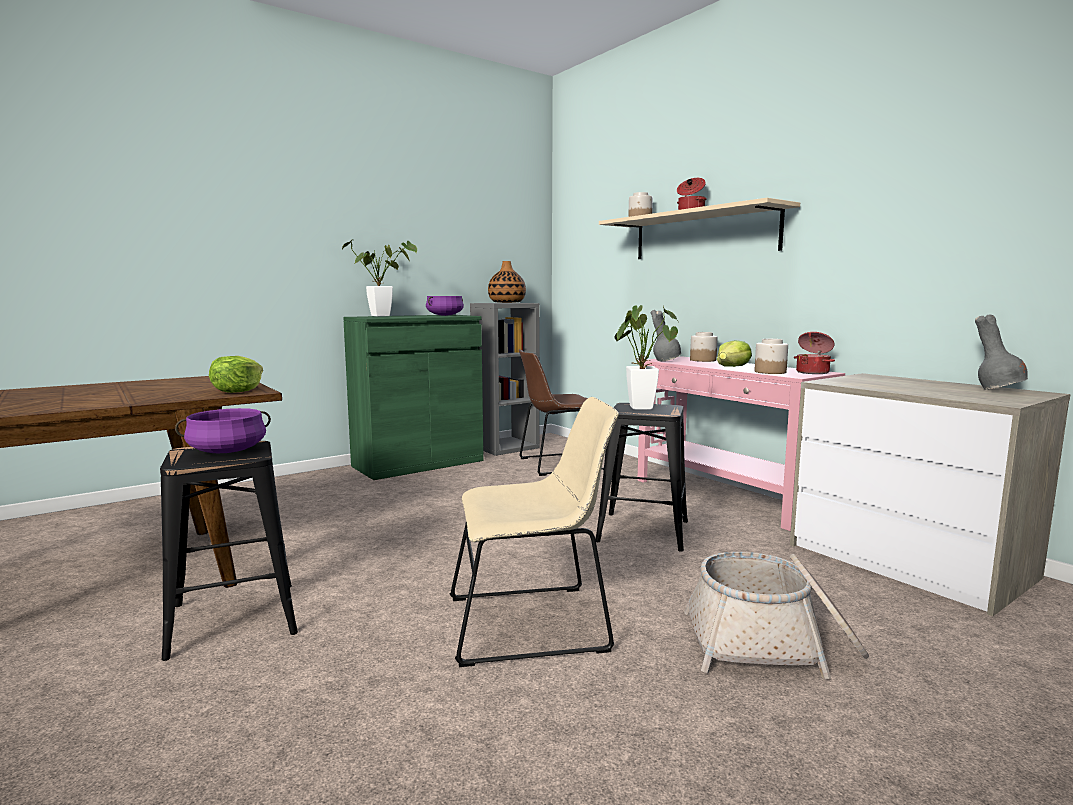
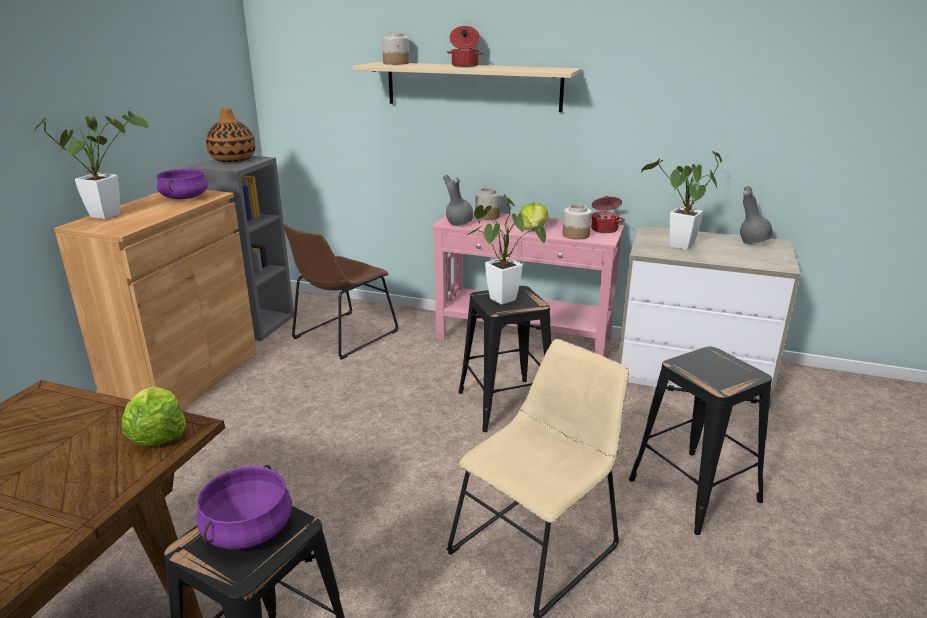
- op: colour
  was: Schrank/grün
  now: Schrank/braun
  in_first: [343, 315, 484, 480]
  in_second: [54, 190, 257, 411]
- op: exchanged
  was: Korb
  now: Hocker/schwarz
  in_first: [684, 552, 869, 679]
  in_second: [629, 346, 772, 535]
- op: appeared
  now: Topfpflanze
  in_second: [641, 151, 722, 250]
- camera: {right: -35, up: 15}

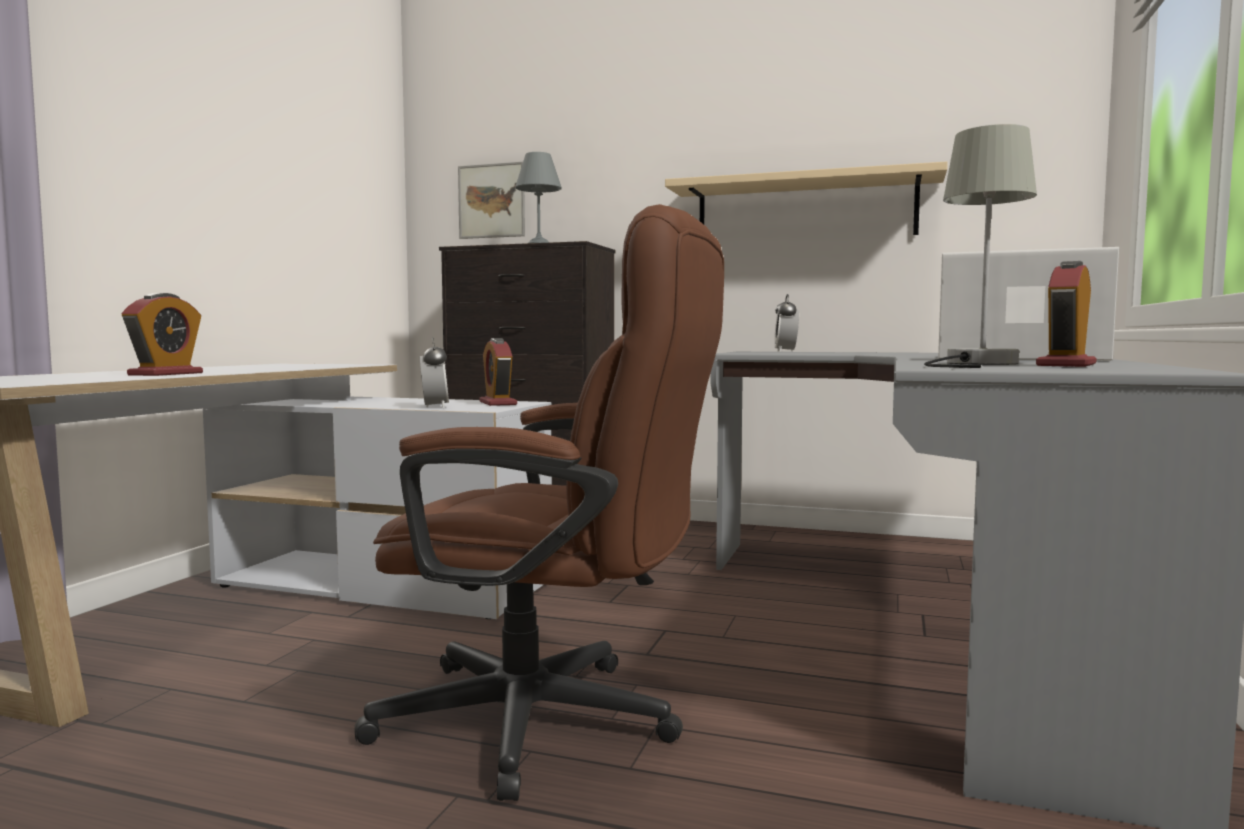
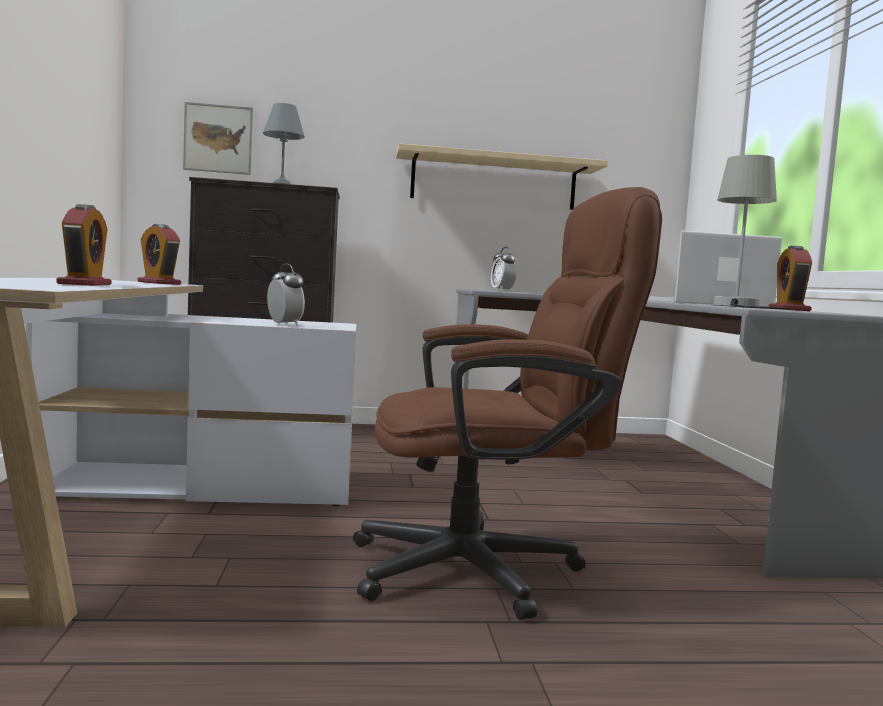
- op: relocated
  was: Wecker
  in_first: [479, 338, 517, 406]
  in_second: [137, 224, 181, 285]
- camera: {right: -25, up: 0}

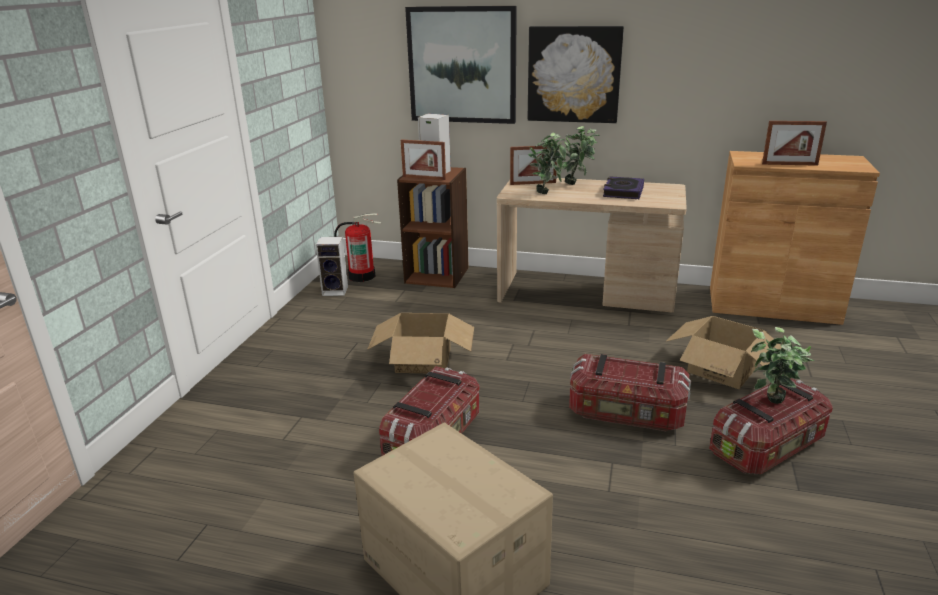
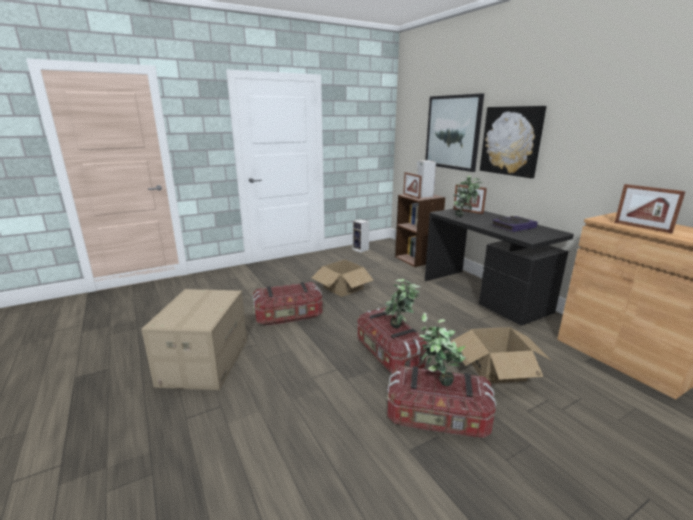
- op: relocated
  was: Topfpflanze
  in_first: [562, 126, 600, 185]
  in_second: [384, 279, 421, 328]
- op: colour
  was: Schreibtisch/beige
  now: Schreibtisch/schwarz
  in_first: [497, 178, 687, 312]
  in_second: [425, 209, 574, 326]
- op: missing
  was: Feuerlöscher
  in_first: [334, 213, 382, 282]
- camera: {right: 45, up: -5}

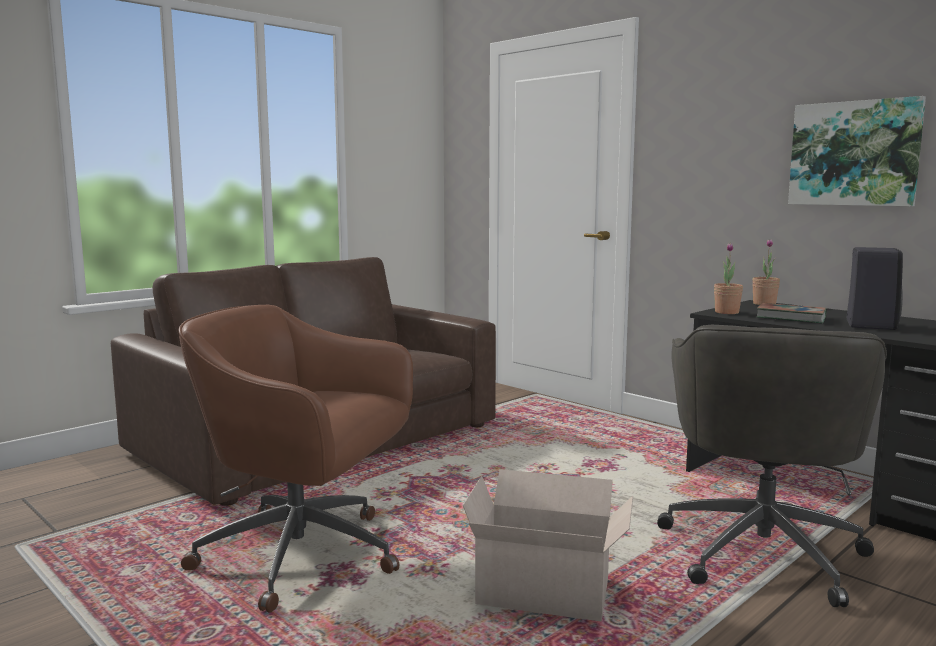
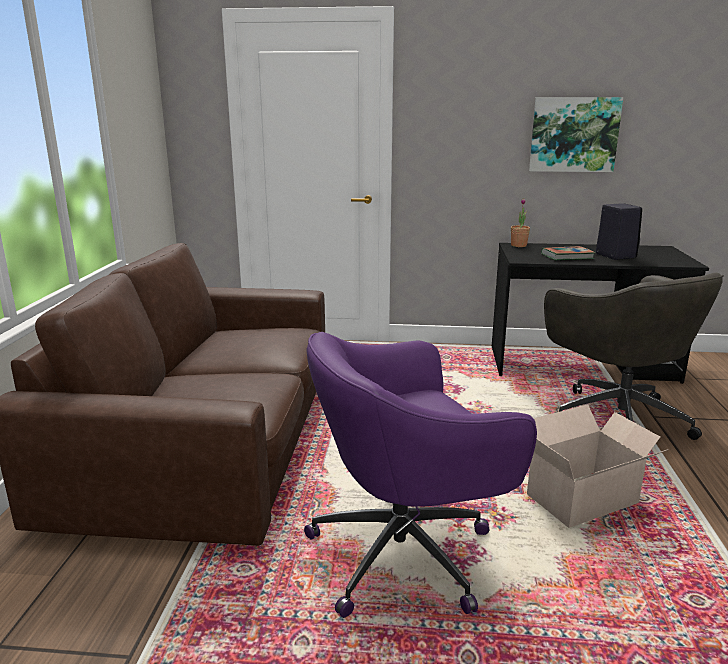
- op: missing
  was: Topfpflanze
  in_first: [714, 243, 743, 314]
- op: colour
  was: Bürostuhl/braun
  now: Bürostuhl/lila
  in_first: [179, 305, 413, 613]
  in_second: [304, 332, 537, 618]
- camera: {right: -40, up: 10}

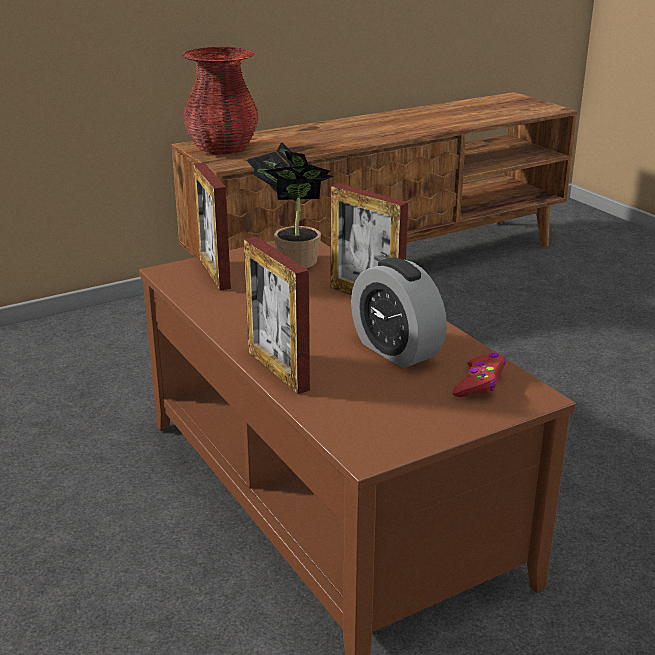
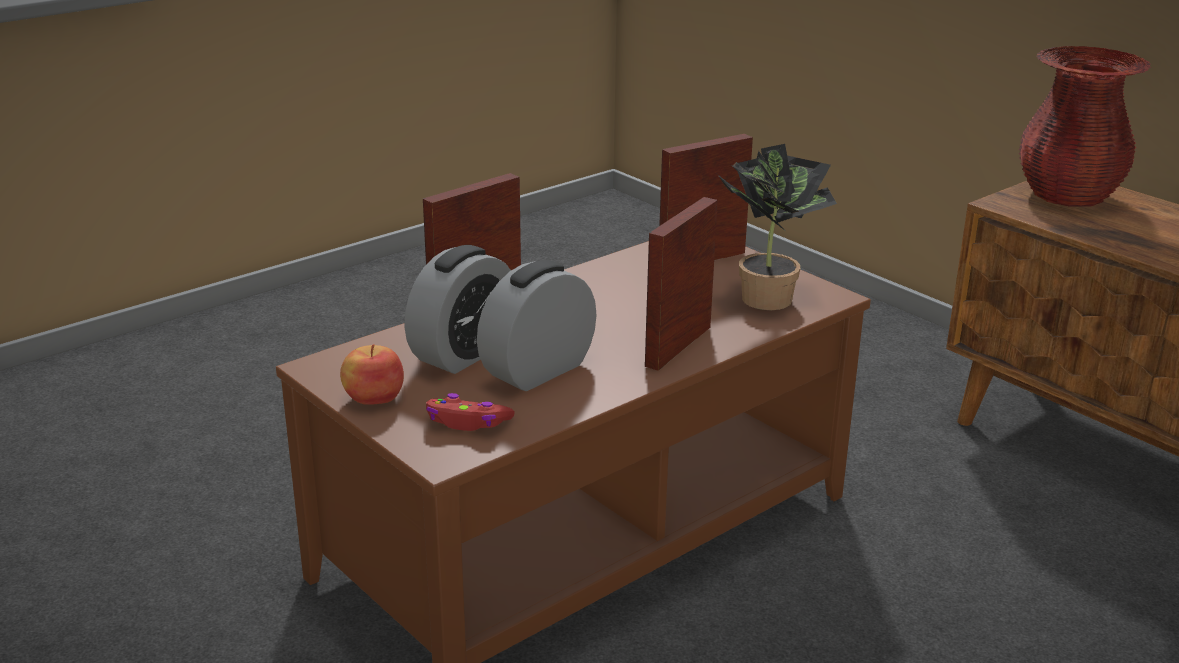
- op: appeared
  now: Wecker
  in_second: [404, 245, 511, 374]
- op: appeared
  now: Apfel
  in_second: [340, 344, 404, 405]
- camera: {right: 80, up: 0}

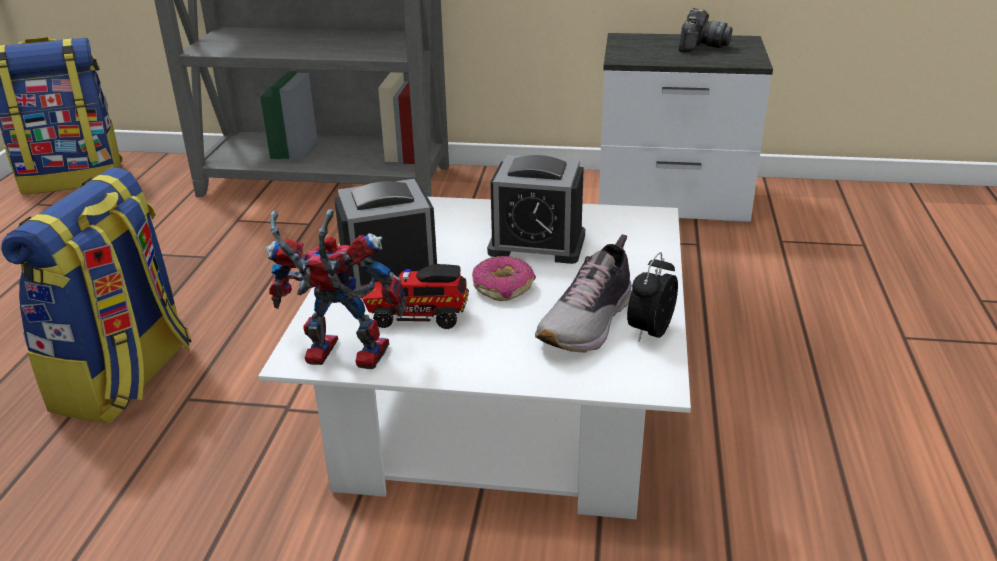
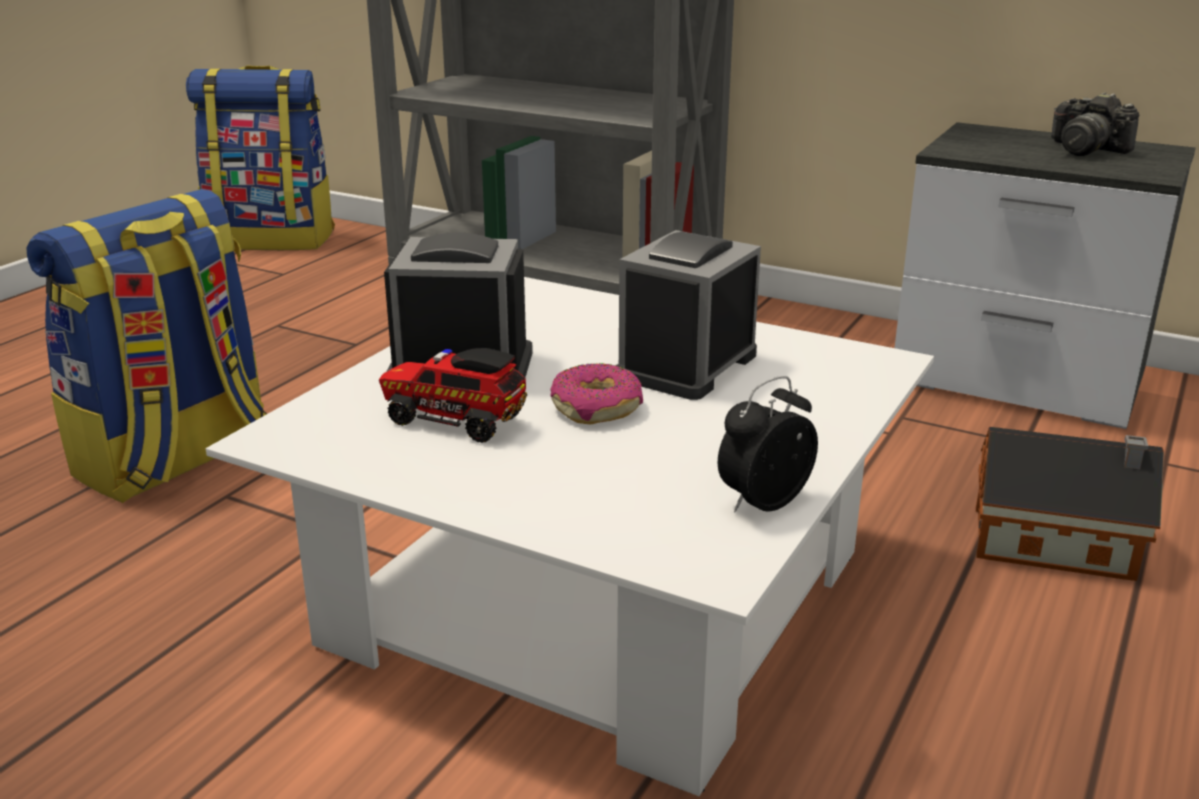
- op: spun
  was: Kamera
  in_first: [678, 8, 732, 52]
  in_second: [1051, 92, 1139, 156]
  clockwise: 90
- op: spun
  was: Wecker
  in_first: [487, 155, 585, 264]
  in_second: [616, 230, 761, 400]
  clockwise: 90
- op: missing
  was: Spielzeugroboter
  in_first: [264, 209, 407, 369]
- op: missing
  was: Schuh
  in_first: [535, 234, 632, 352]
- op: appeared
  now: Spielzeughaus
  in_second: [976, 427, 1164, 581]
- camera: {right: 20, up: -5}

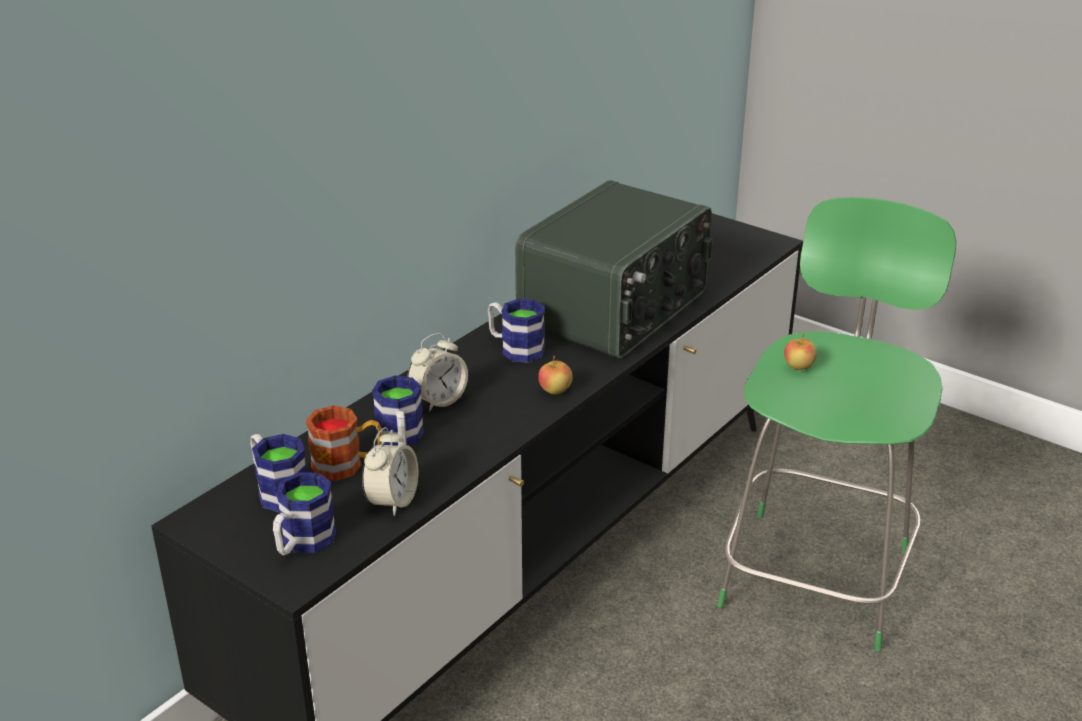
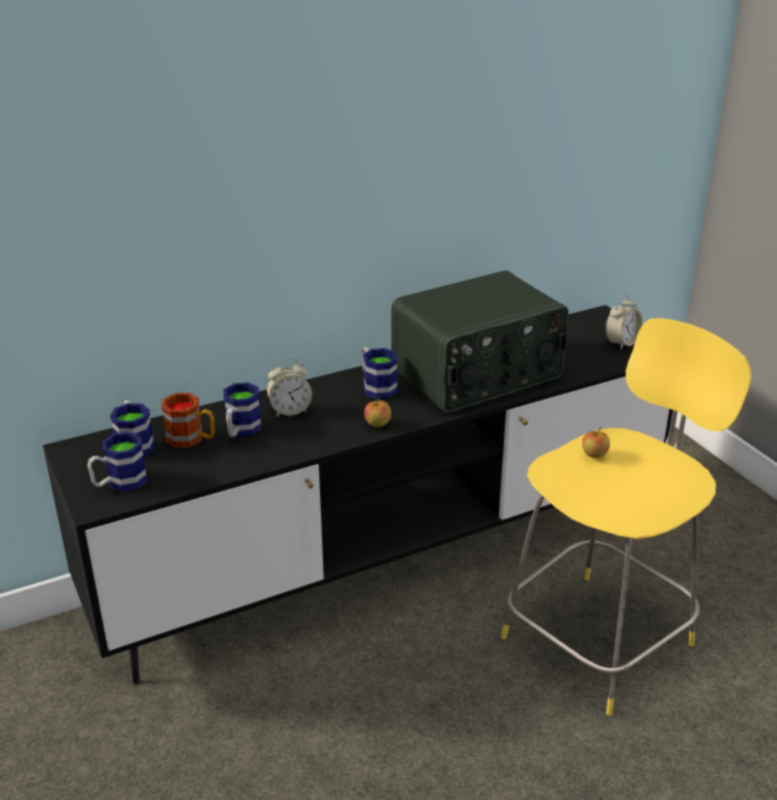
- op: colour
  was: Hocker/grün
  now: Hocker/gelb
  in_first: [717, 197, 957, 651]
  in_second: [501, 318, 752, 716]
- op: relocated
  was: Wecker
  in_first: [362, 427, 418, 516]
  in_second: [605, 295, 643, 350]
- camera: {right: 25, up: 0}

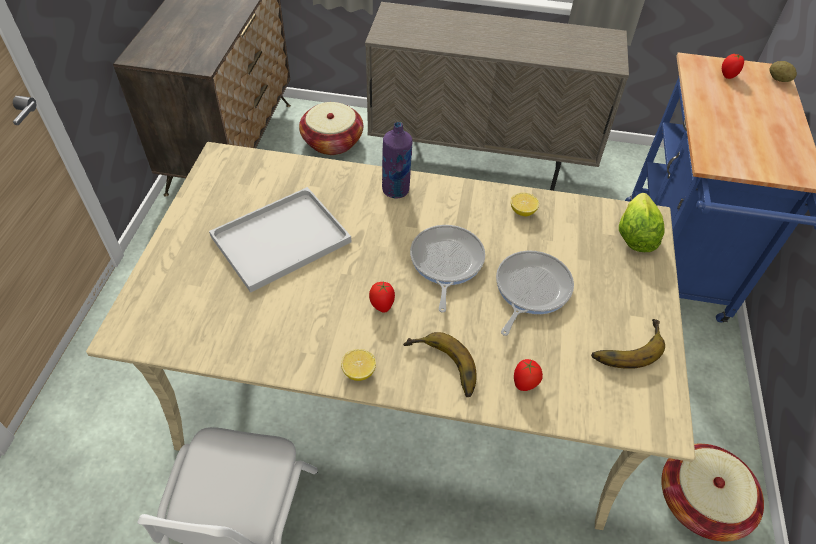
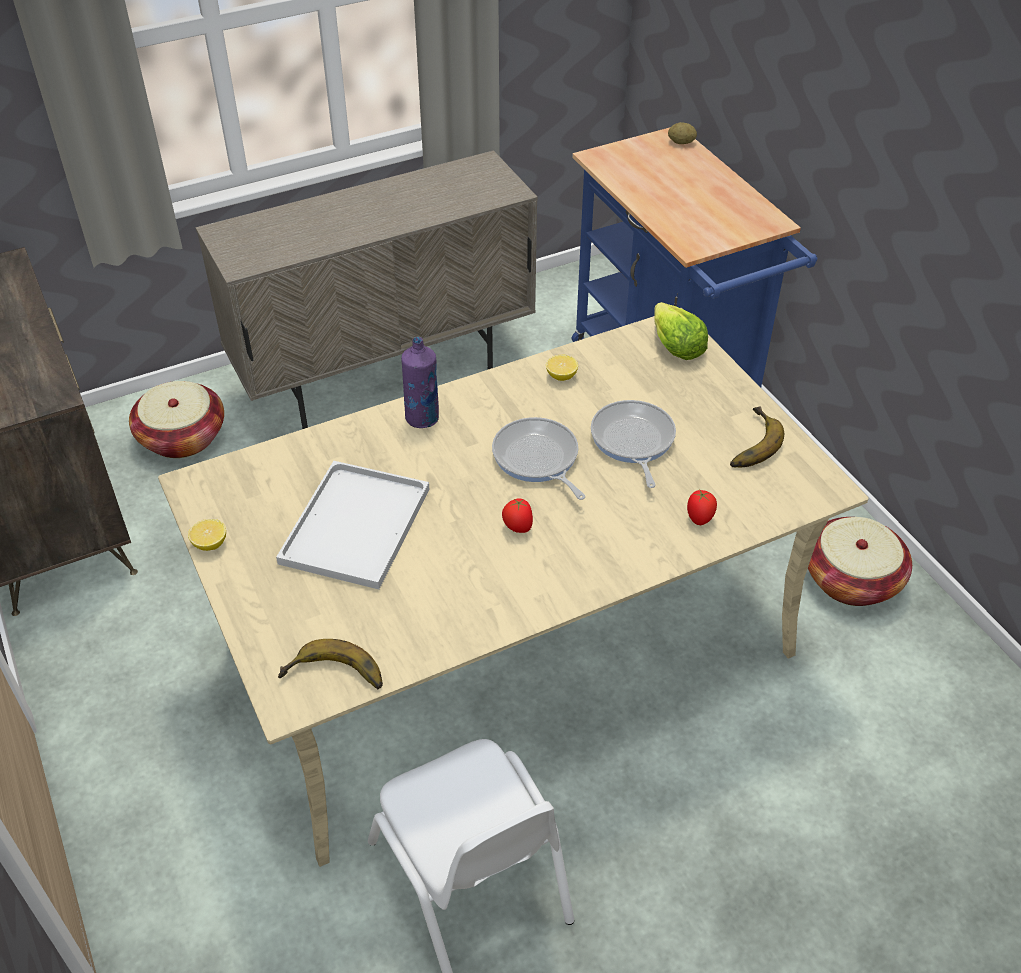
- op: missing
  was: Tomate
  in_first: [722, 54, 744, 79]
- op: relocated
  was: Banane
  in_first: [403, 332, 477, 397]
  in_second: [278, 639, 383, 689]
- op: relocated
  was: Zitrone
  in_first: [341, 349, 376, 381]
  in_second: [188, 519, 226, 551]
- camera: {right: -35, up: -5}

